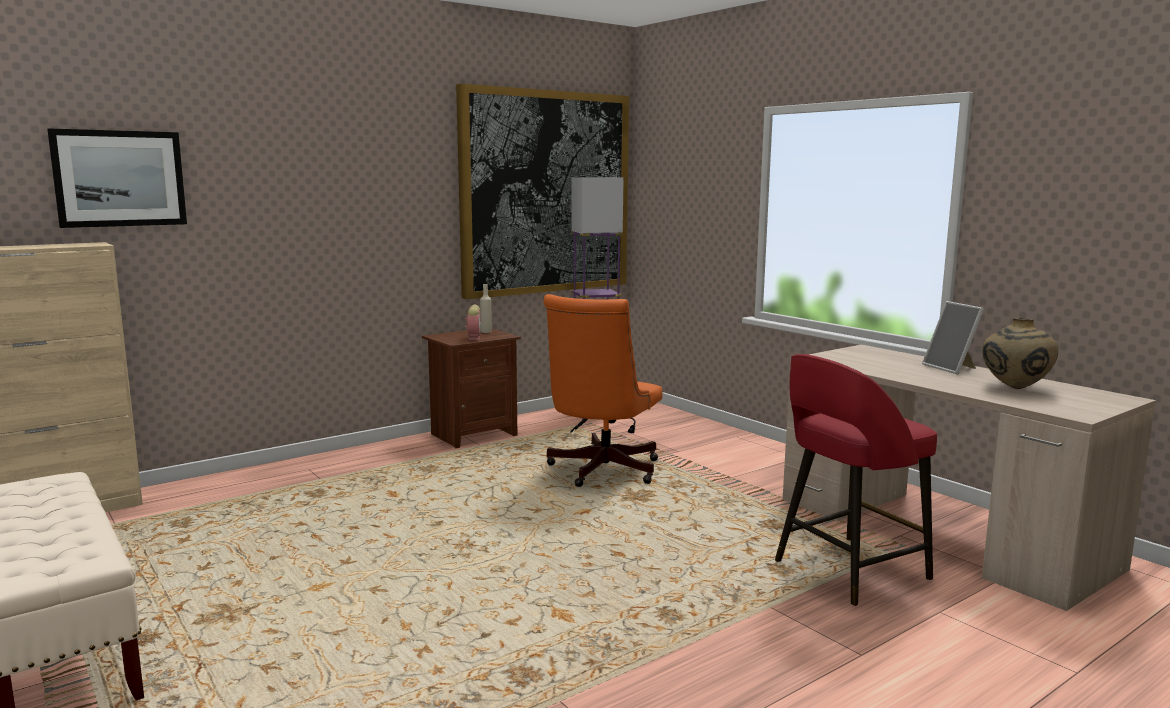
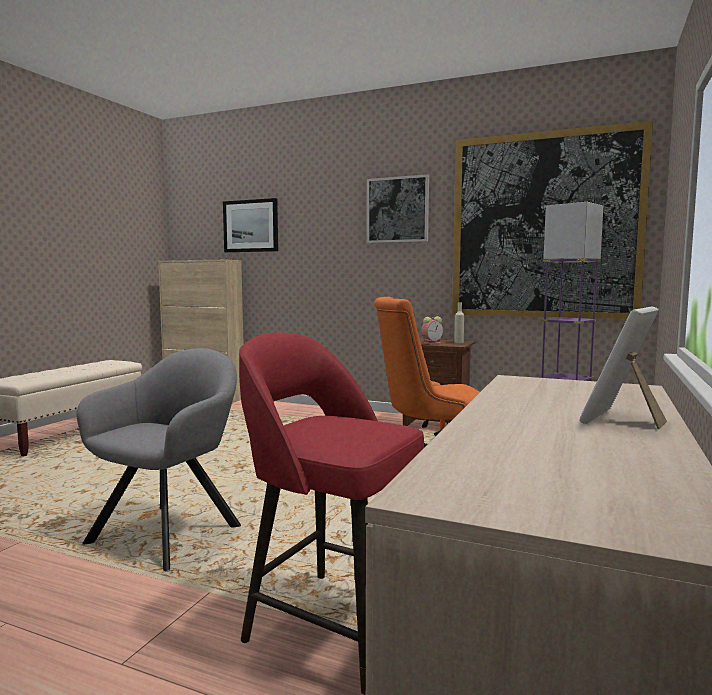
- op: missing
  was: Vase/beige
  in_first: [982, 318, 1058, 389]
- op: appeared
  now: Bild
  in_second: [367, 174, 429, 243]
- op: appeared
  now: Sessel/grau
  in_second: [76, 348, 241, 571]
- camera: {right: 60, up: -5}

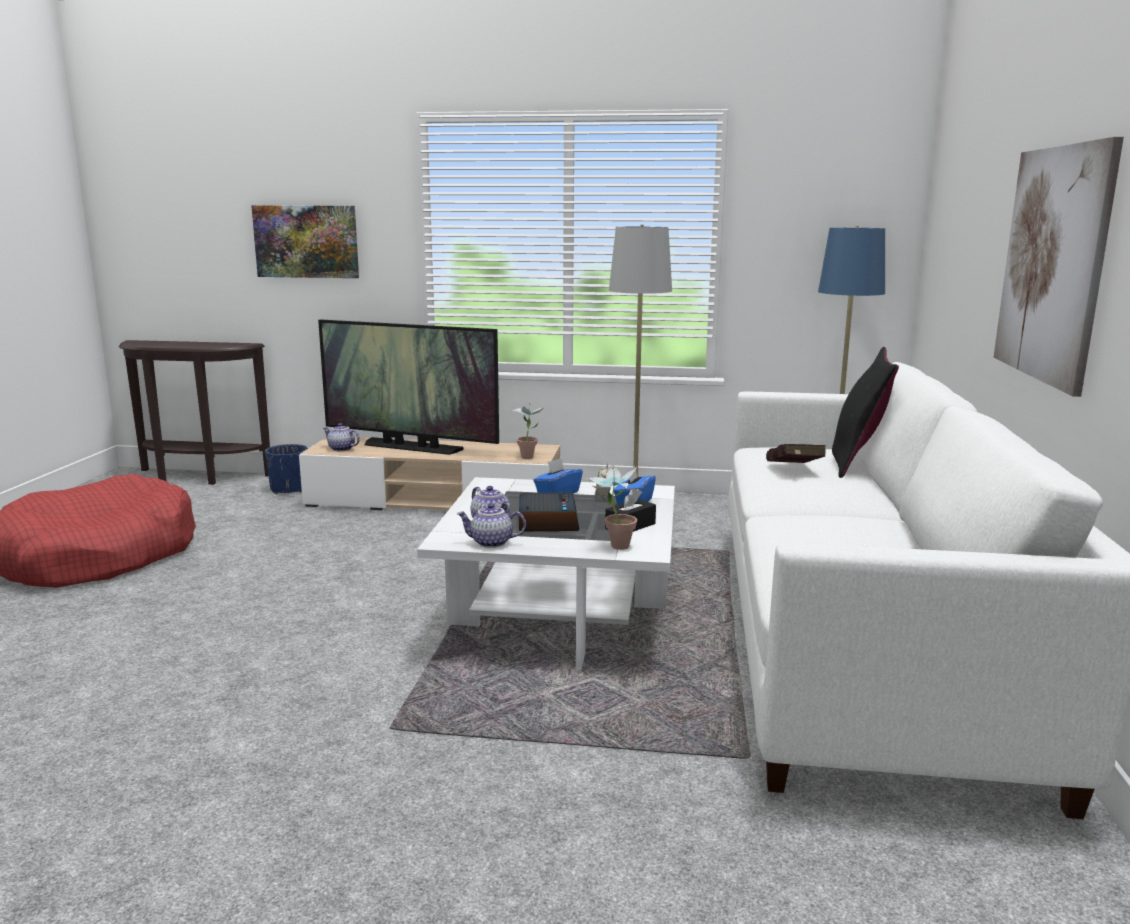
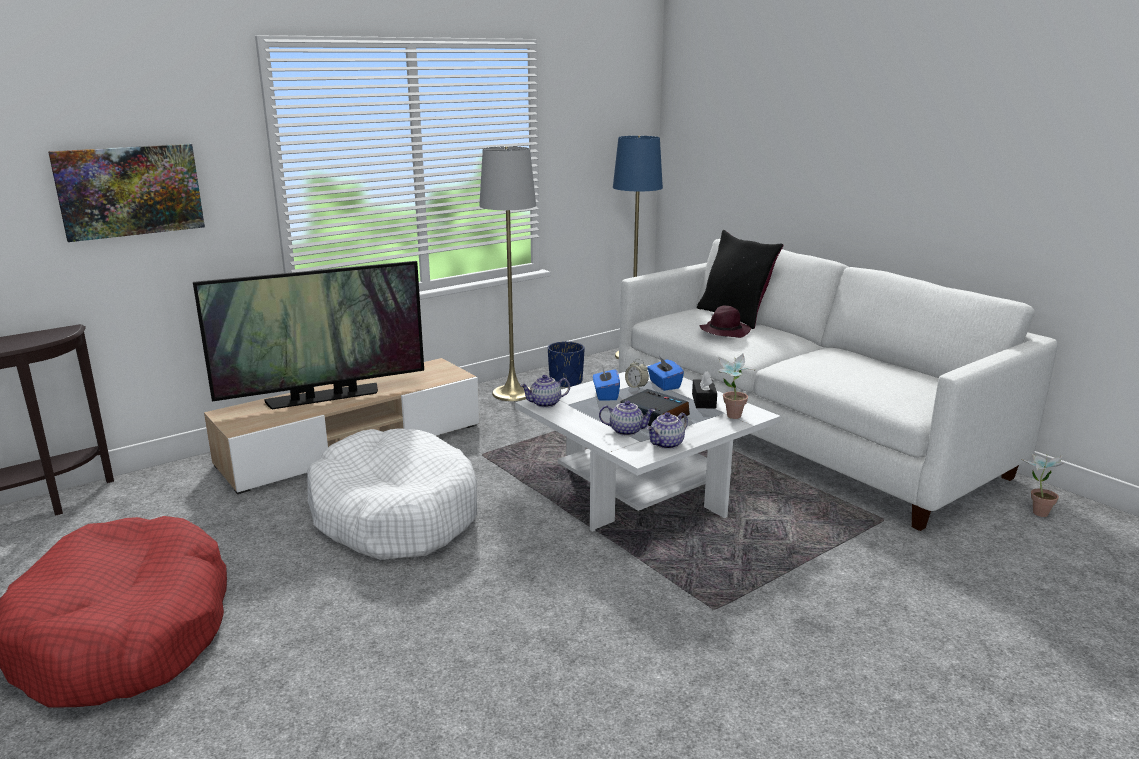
- op: missing
  was: Bild
  in_first: [994, 137, 1124, 397]
- op: relocated
  was: Topfpflanze
  in_first: [511, 403, 544, 459]
  in_second: [1022, 454, 1065, 517]
- op: relocated
  was: Teekanne
  in_first: [323, 423, 360, 451]
  in_second: [520, 375, 570, 408]
- op: relocated
  was: Pflanzkübel/blau
  in_first: [265, 444, 308, 494]
  in_second: [548, 341, 585, 388]
- op: exchanged
  was: Buch/rot
  now: Hut/lila
  in_first: [766, 444, 826, 463]
  in_second: [699, 306, 751, 338]
- op: appeared
  now: Hundebett/weiß
  in_second: [307, 428, 477, 560]
- camera: {right: -45, up: 5}

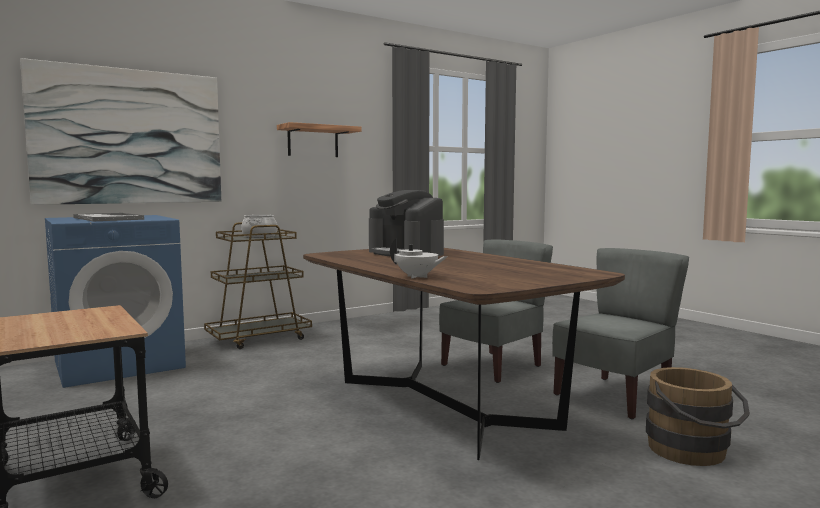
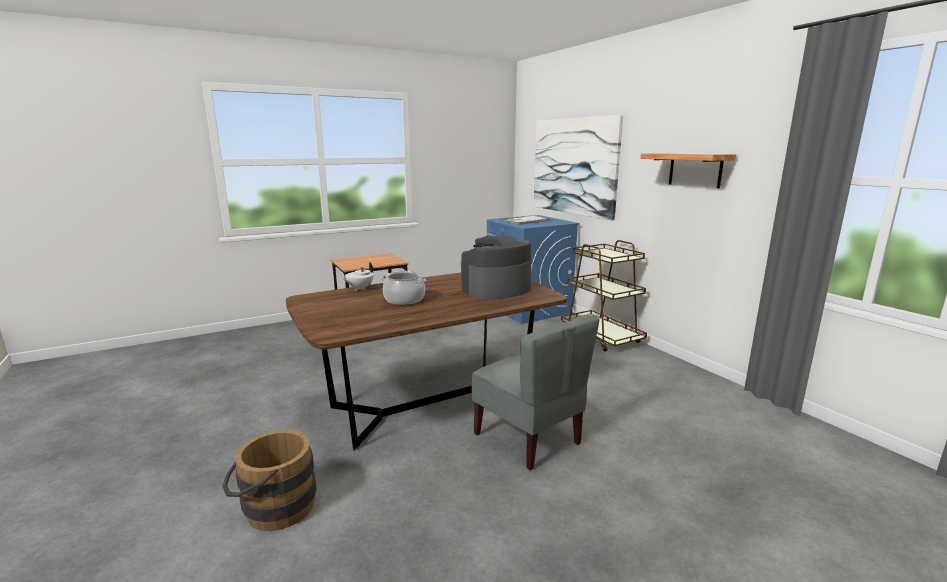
- op: relocated
  was: Kochtopf
  in_first: [241, 215, 277, 238]
  in_second: [381, 271, 426, 305]
- op: missing
  was: Stuhl/grau
  in_first: [552, 248, 689, 419]
- camera: {right: 95, up: 10}

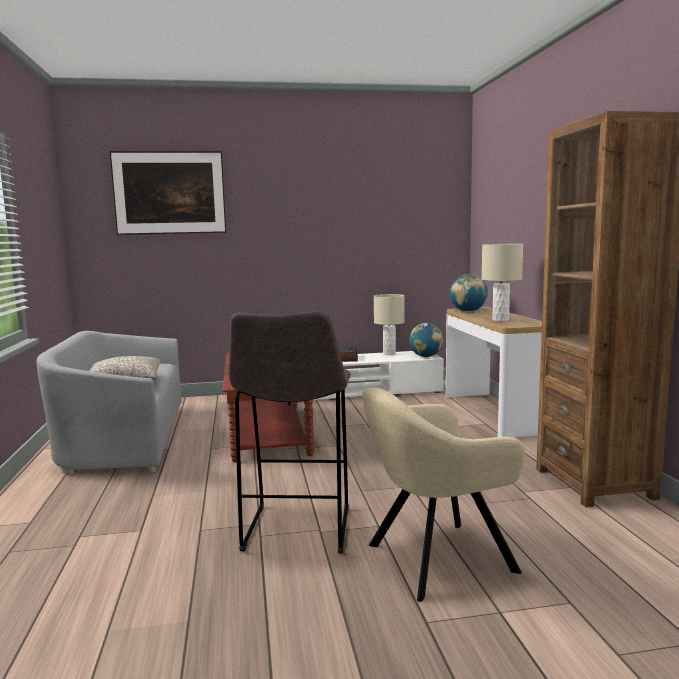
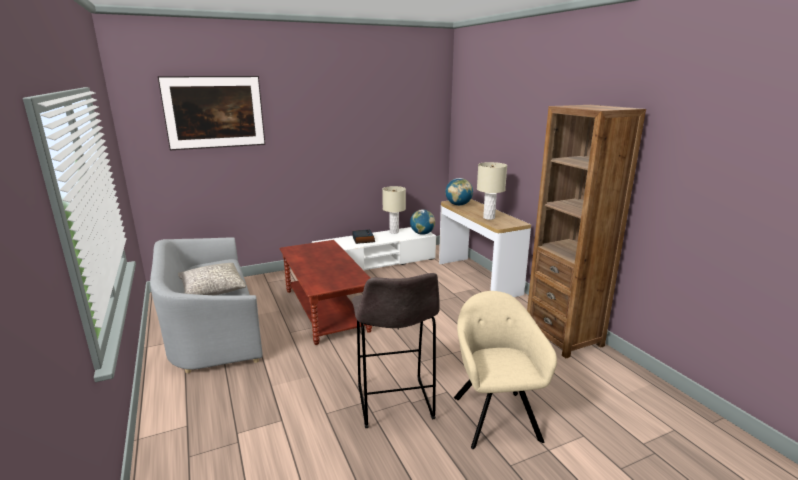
- op: spun
  was: Sessel/beige
  in_first: [362, 388, 525, 602]
  in_second: [454, 291, 557, 449]
  clockwise: 120
- camera: {right: -15, up: 10}

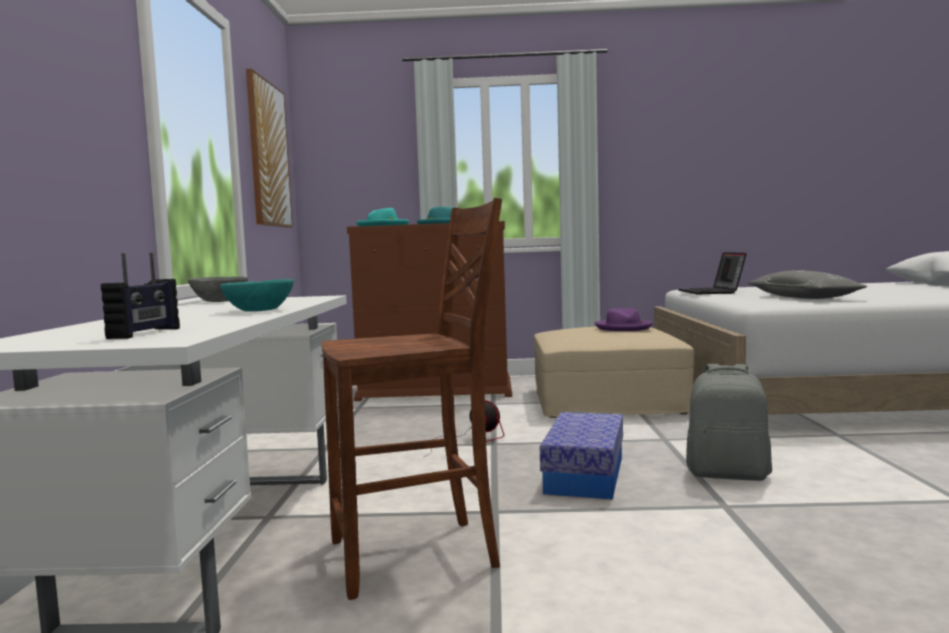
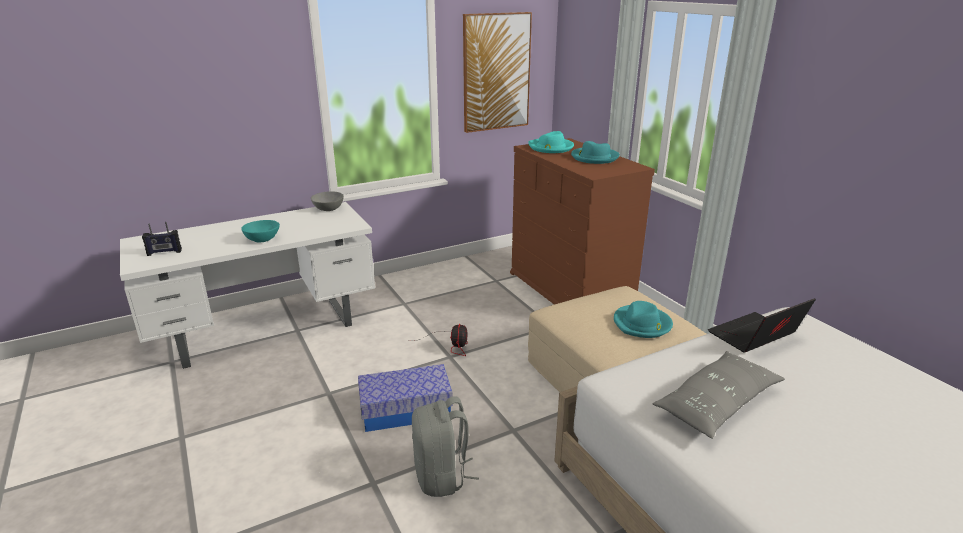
- op: missing
  was: Stuhl/braun
  in_first: [322, 198, 502, 600]
- op: colour
  was: Hut/lila
  now: Hut/türkis
  in_first: [595, 308, 653, 331]
  in_second: [614, 301, 673, 338]
- camera: {right: 60, up: 20}

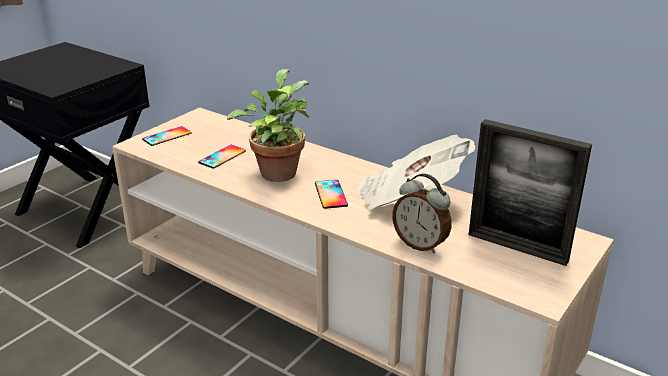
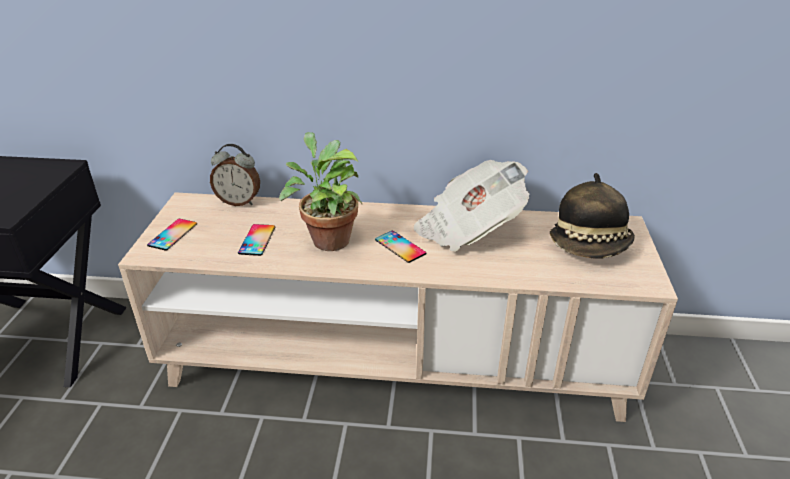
- op: exchanged
  was: Bilderrahmen
  now: Hut
  in_first: [469, 119, 592, 266]
  in_second: [550, 173, 635, 259]
- op: relocated
  was: Wecker
  in_first: [392, 173, 451, 254]
  in_second: [210, 144, 260, 206]
- camera: {right: -30, up: 5}

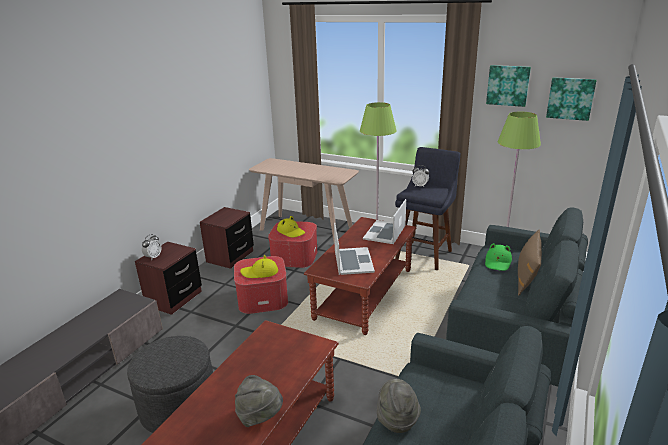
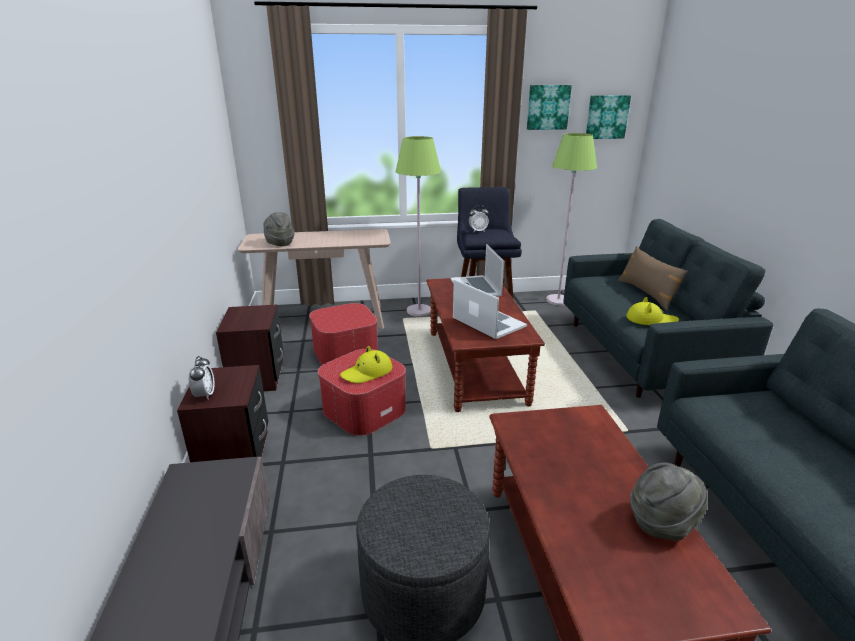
- op: relocated
  was: Hut/gelb
  in_first: [277, 216, 305, 238]
  in_second: [626, 297, 679, 325]
- op: missing
  was: Hut/grün
  in_first: [485, 243, 512, 271]
- op: relocated
  was: Hut/grau
  in_first: [377, 379, 421, 433]
  in_second: [263, 212, 294, 246]
- camera: {right: -35, up: 0}

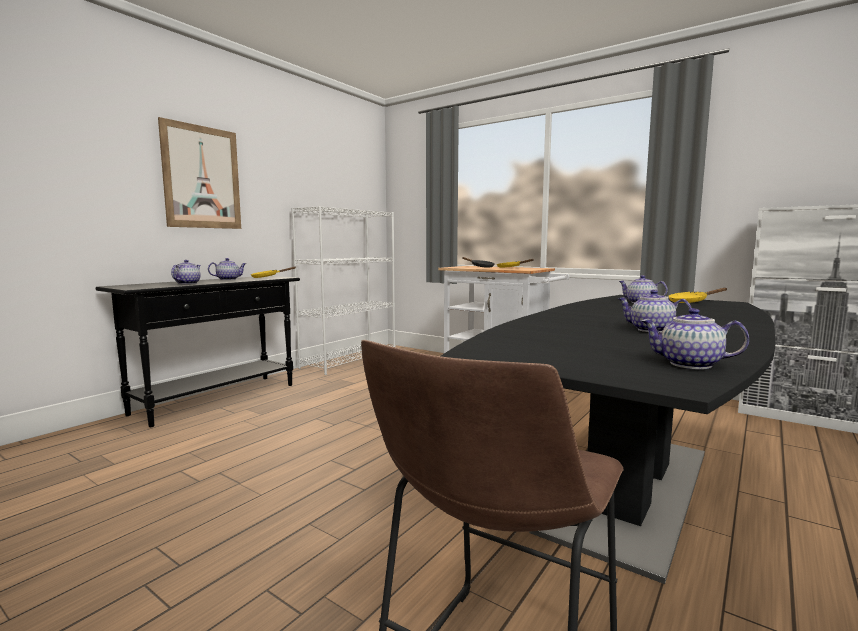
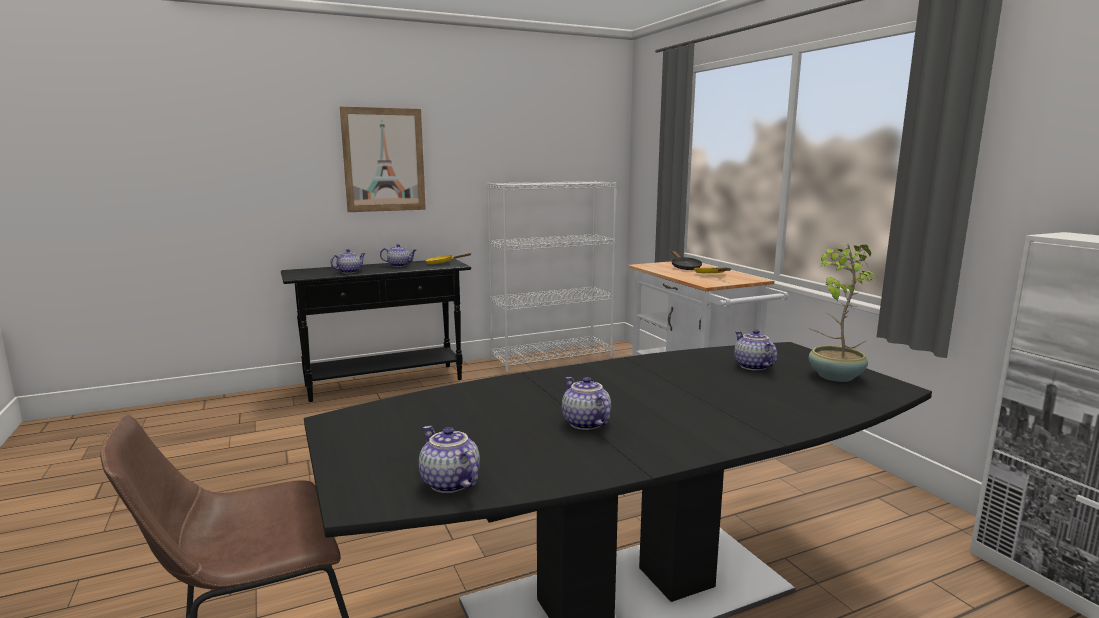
- op: exchanged
  was: Pfanne/gelb
  now: Topfpflanze
  in_first: [668, 288, 727, 303]
  in_second: [809, 243, 878, 382]
- camera: {right: 30, up: 5}

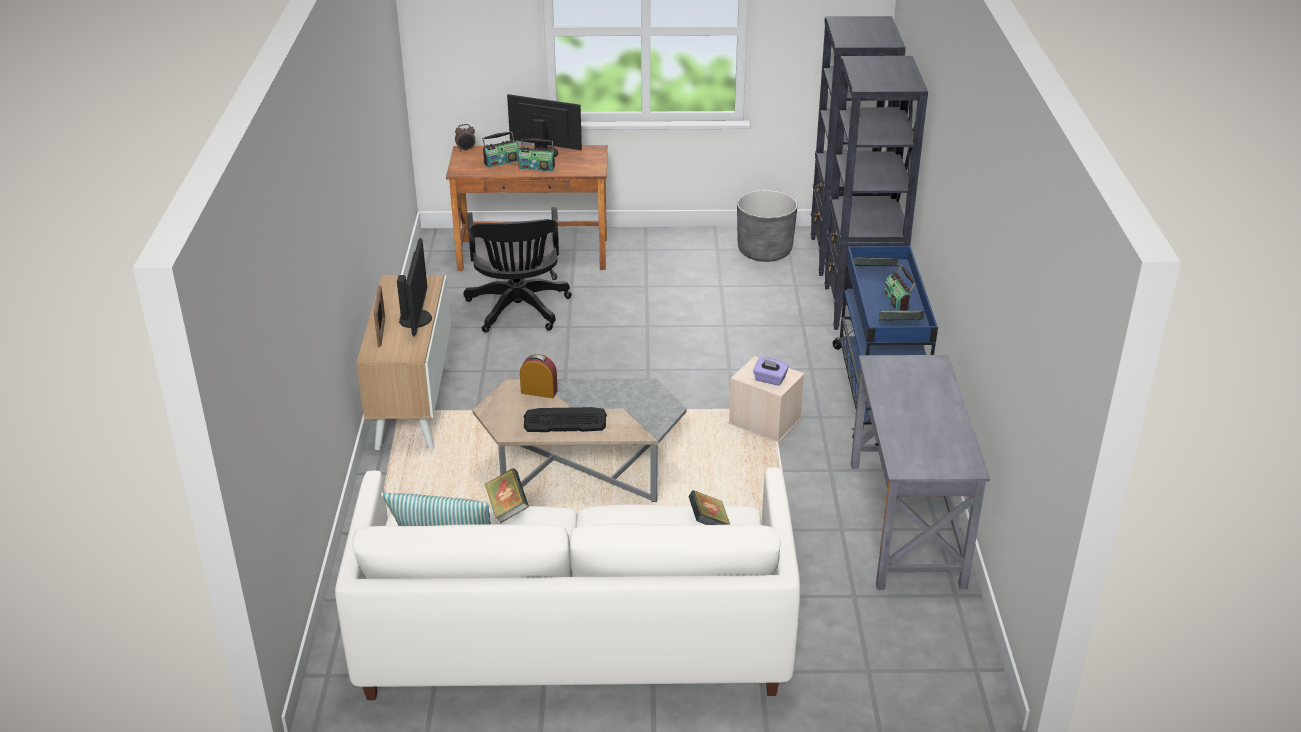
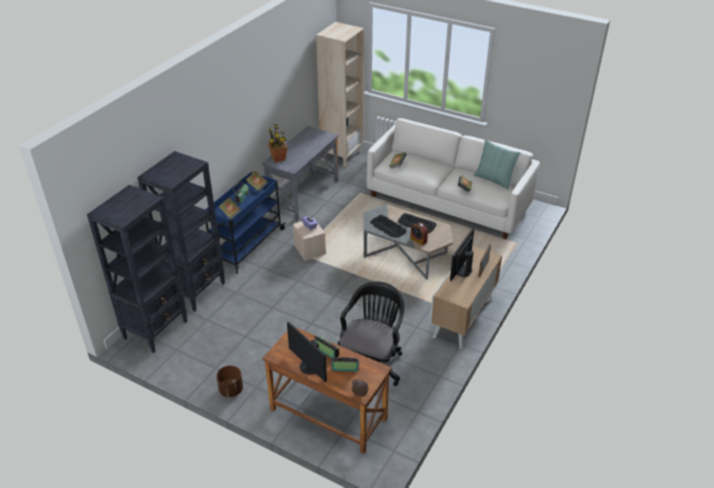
- op: missing
  was: Pflanzkübel/grau
  in_first: [737, 190, 798, 262]
- op: appeared
  now: Bücherregal/beige
  in_second: [316, 22, 364, 167]
- op: appeared
  now: Topfpflanze
  in_second: [268, 124, 287, 163]
- op: appeared
  now: Tastatur
  in_second: [370, 215, 407, 238]
- op: appeared
  now: Pflanzkübel/braun
  in_second: [216, 366, 243, 397]
- camera: {right: -150, up: 5}

